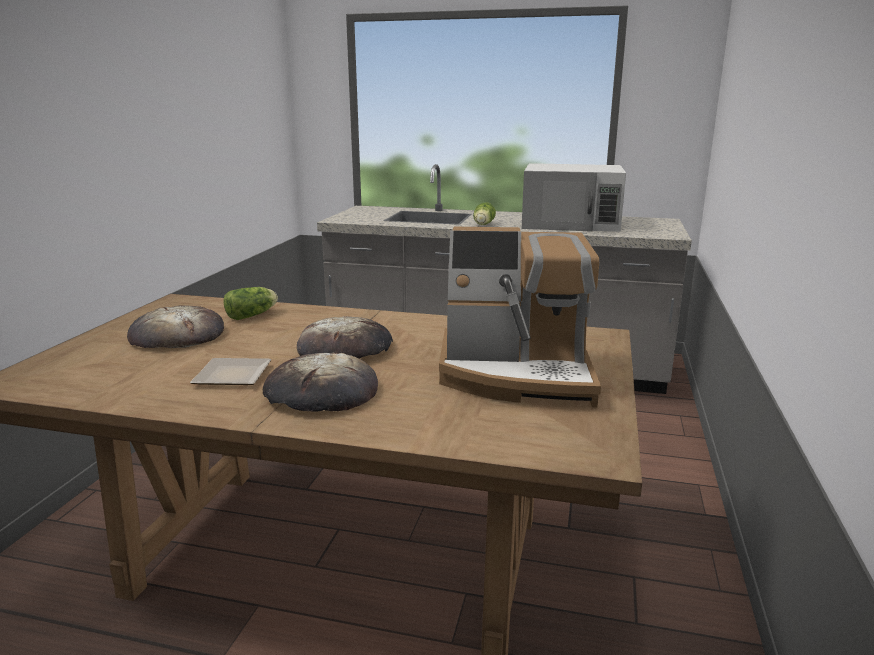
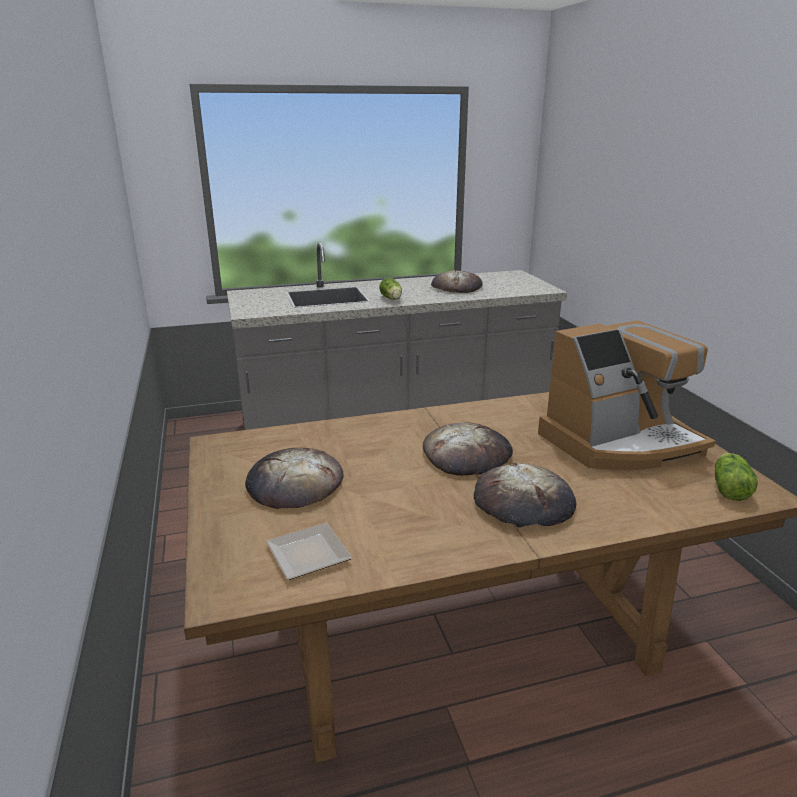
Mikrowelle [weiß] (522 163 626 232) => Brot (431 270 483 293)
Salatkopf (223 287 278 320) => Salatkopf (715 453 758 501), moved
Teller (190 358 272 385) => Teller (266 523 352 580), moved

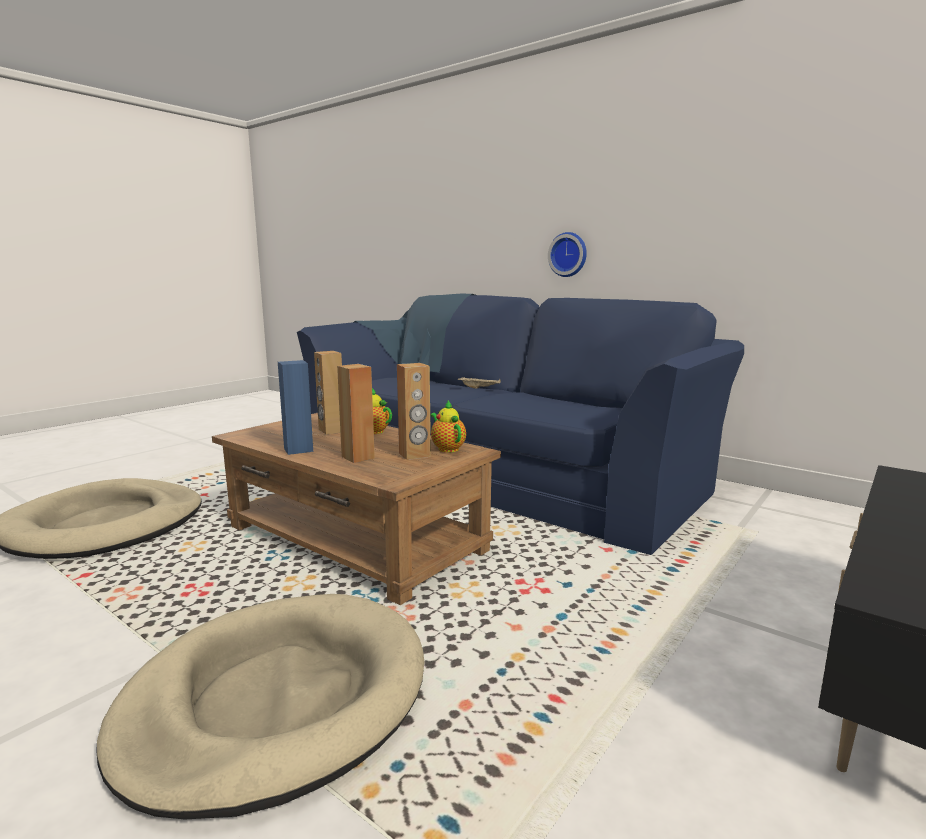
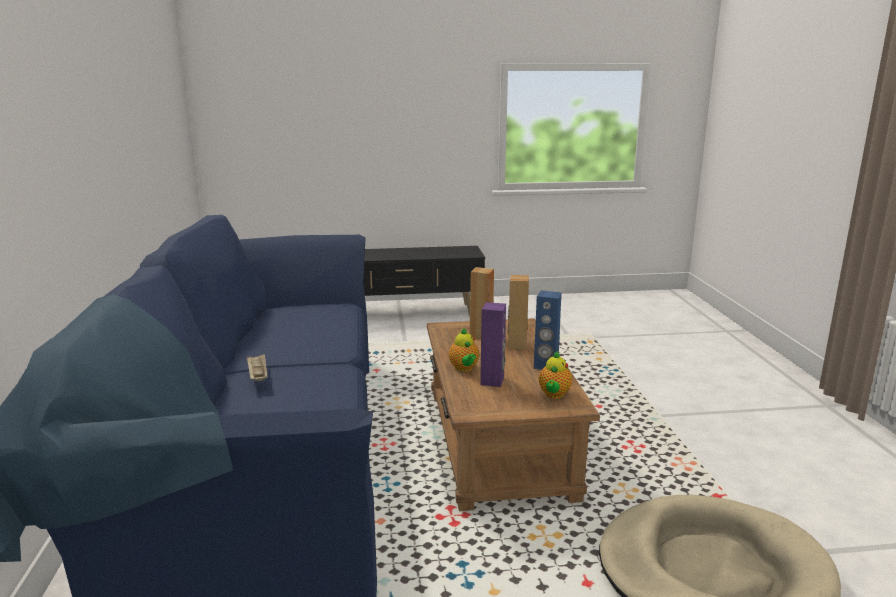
Wanduhr (548 232 587 277) => nothing
Lautsprecher [braun] (314 351 342 435) => Lautsprecher [lila] (480 302 506 387)
Teekanne (430 401 466 453) => Teekanne (539 351 572 399), moved
Hundebett [beige] (96 594 424 820) => nothing

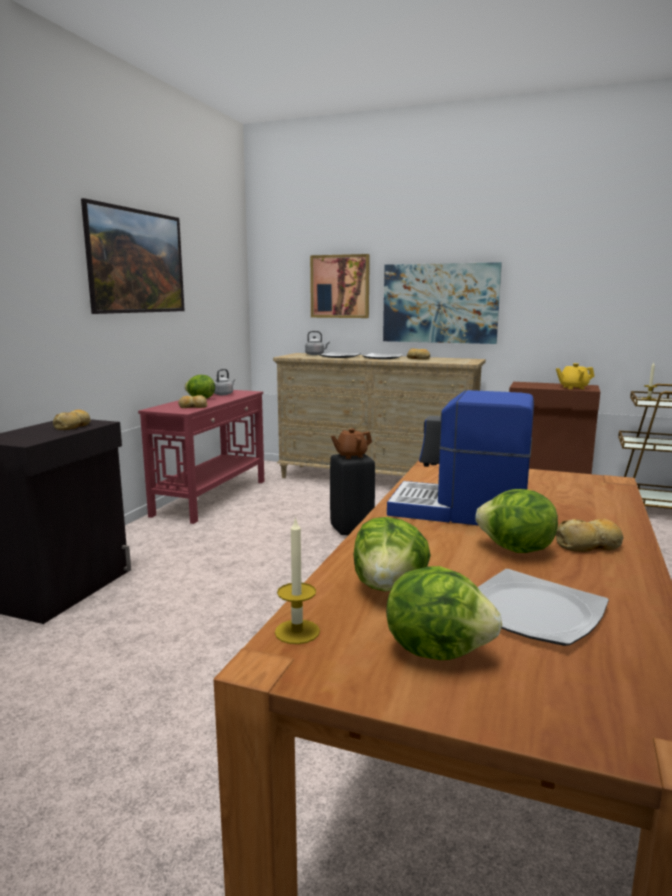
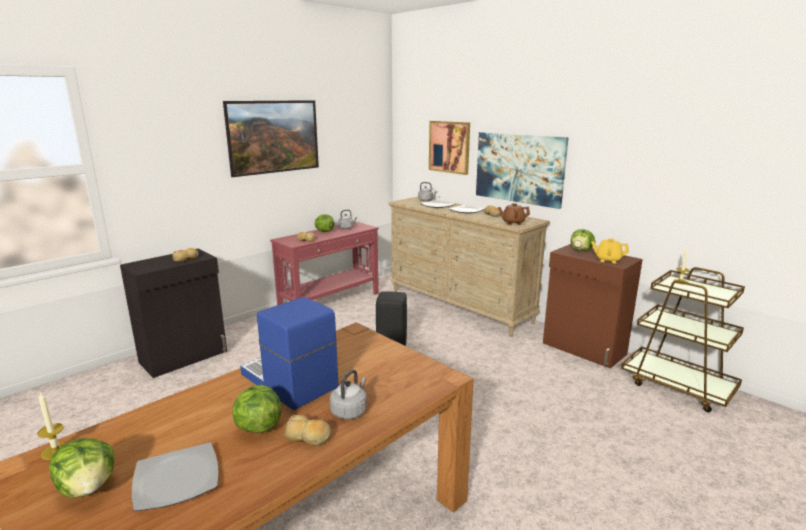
Teekanne [braun] (331 429 372 459) => Teekanne [braun] (498 203 530 225), moved
Salatkopf (353 517 431 591) => Salatkopf (571 229 595 251), moved
nothing => Wasserkessel [grau] (330 370 367 419)

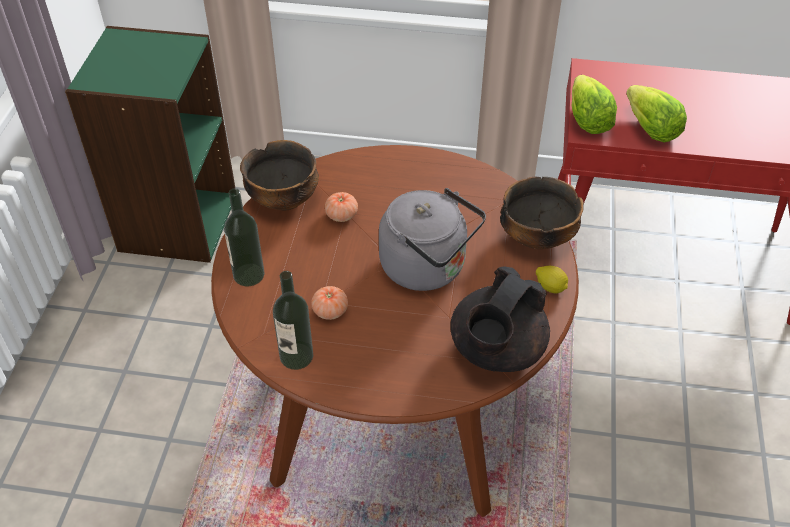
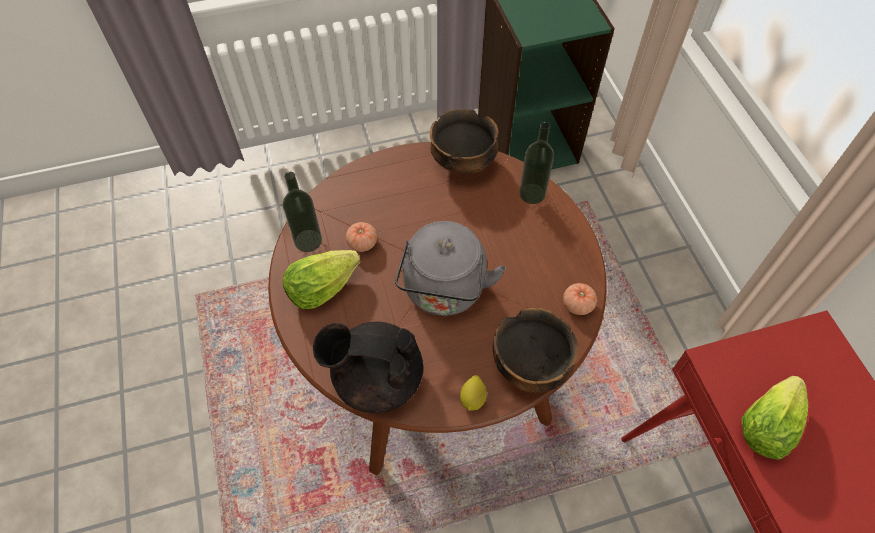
Salatkopf (572 75 617 134) => Salatkopf (283 250 361 309), moved
Flasche (224 188 265 287) => Flasche (519 122 554 204), moved
Tomate (325 192 358 222) => Tomate (563 283 597 315), moved

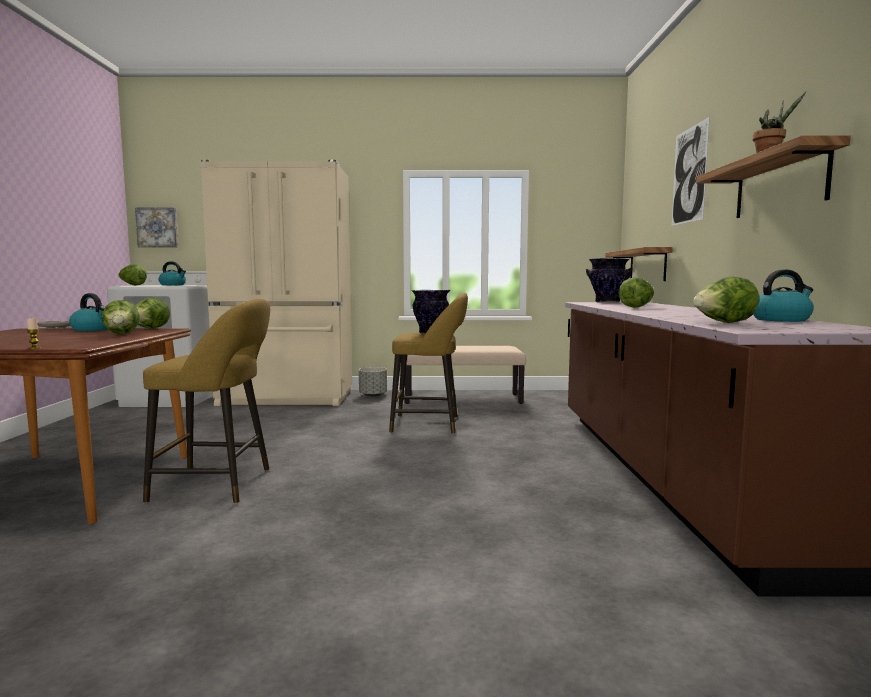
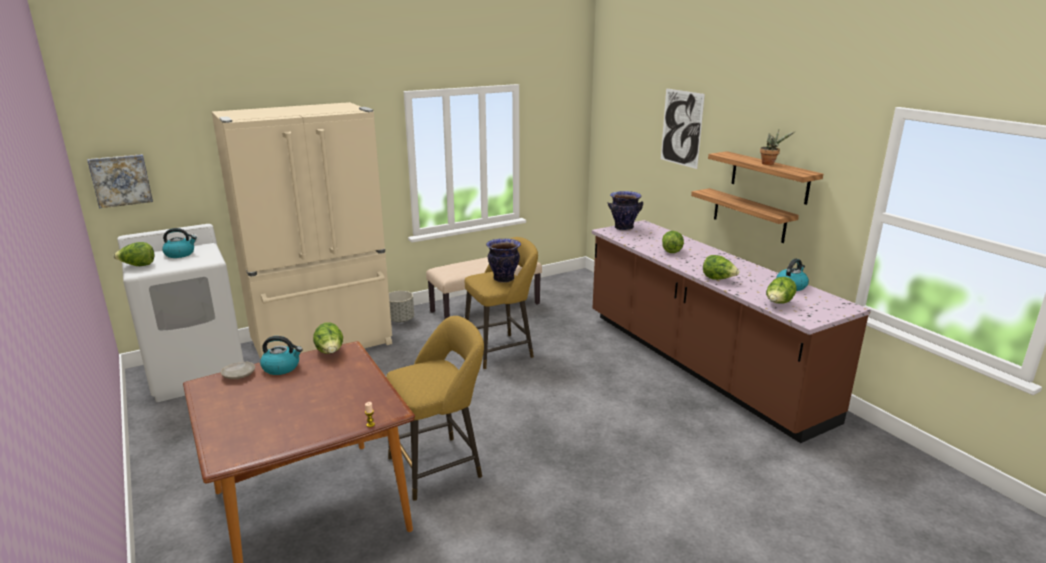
Wandregal (605 247 673 281) => Wandregal (691 188 799 243), moved
Salatkopf (102 300 140 334) => Salatkopf (703 255 740 280), moved

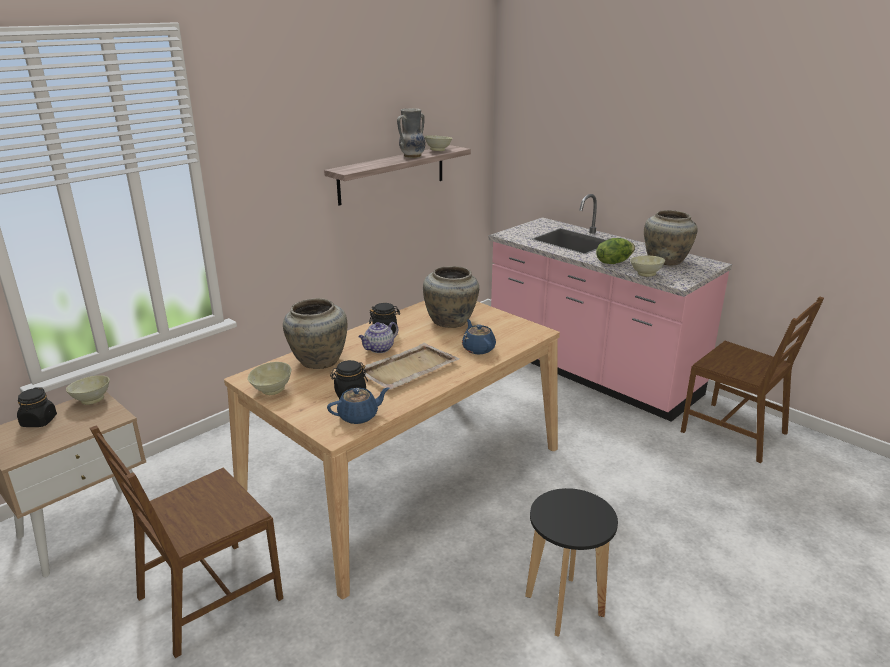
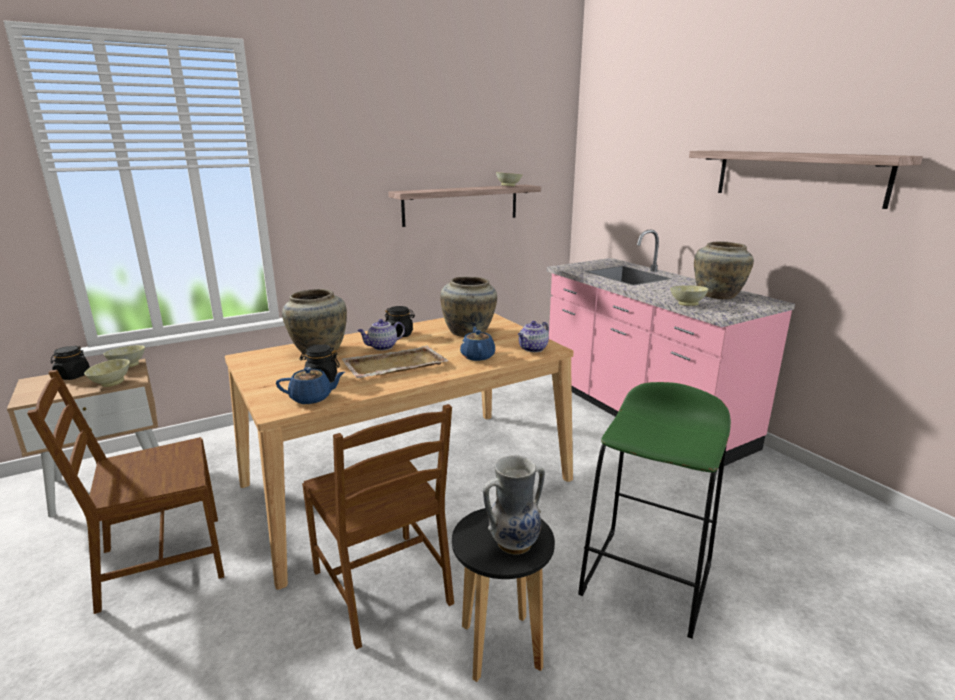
Vase (397 108 426 158) => Vase (483 455 545 555), moved
Salatkopf (596 238 635 264) => nothing
Stuhl [braun] (681 297 824 463) => Stuhl [braun] (302 404 454 649), moved
Schüssel [beige] (248 362 291 395) => Schüssel [beige] (84 359 130 387), moved
nothing => Wandregal (689 151 923 209)
nothing => Teekanne (518 321 549 352)
nothing => Hocker [grün] (578 382 731 639)

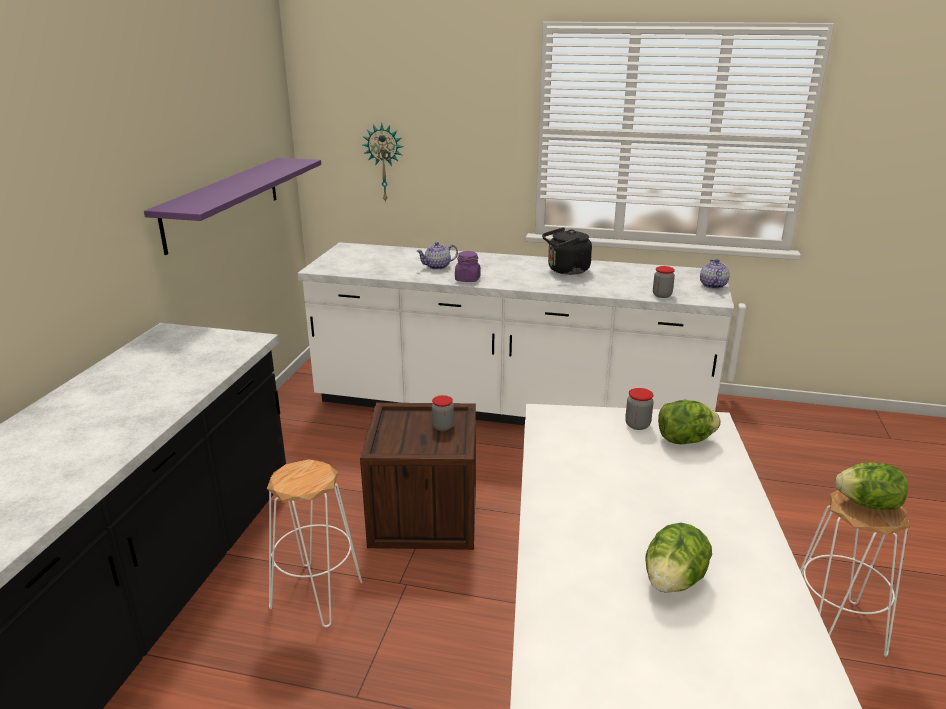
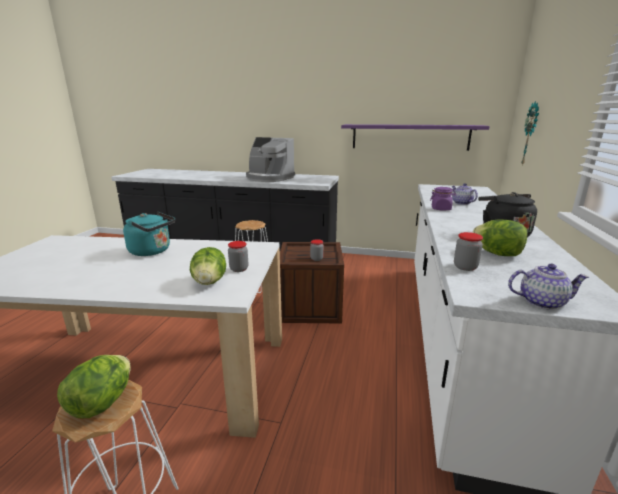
Salatkopf (645 523 712 593) => Salatkopf (472 219 527 256), moved
nothing => Kaffeemaschine (246 137 295 182)
nothing => Wasserkessel [türkis] (123 212 175 256)

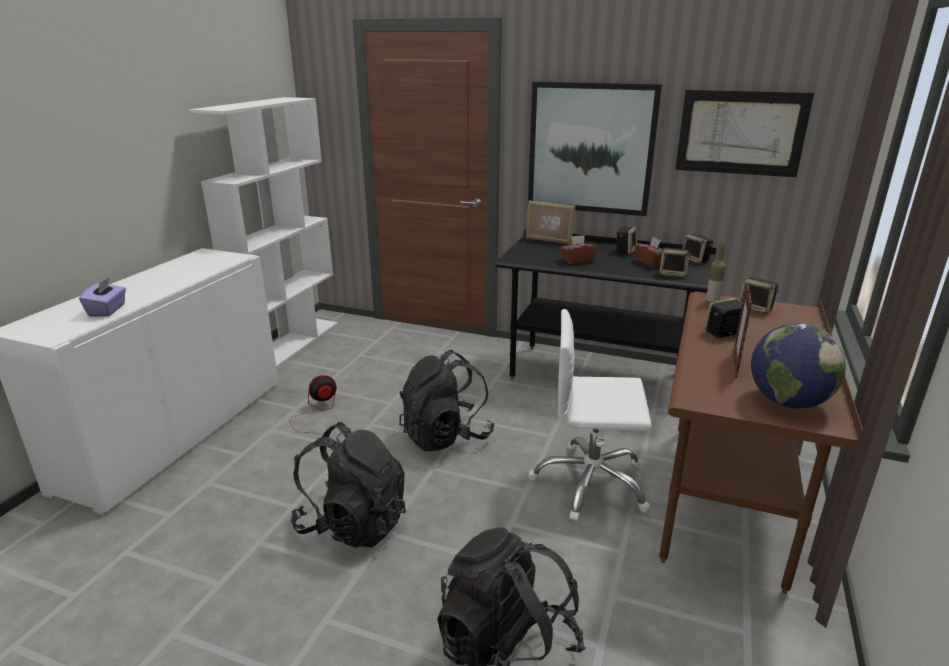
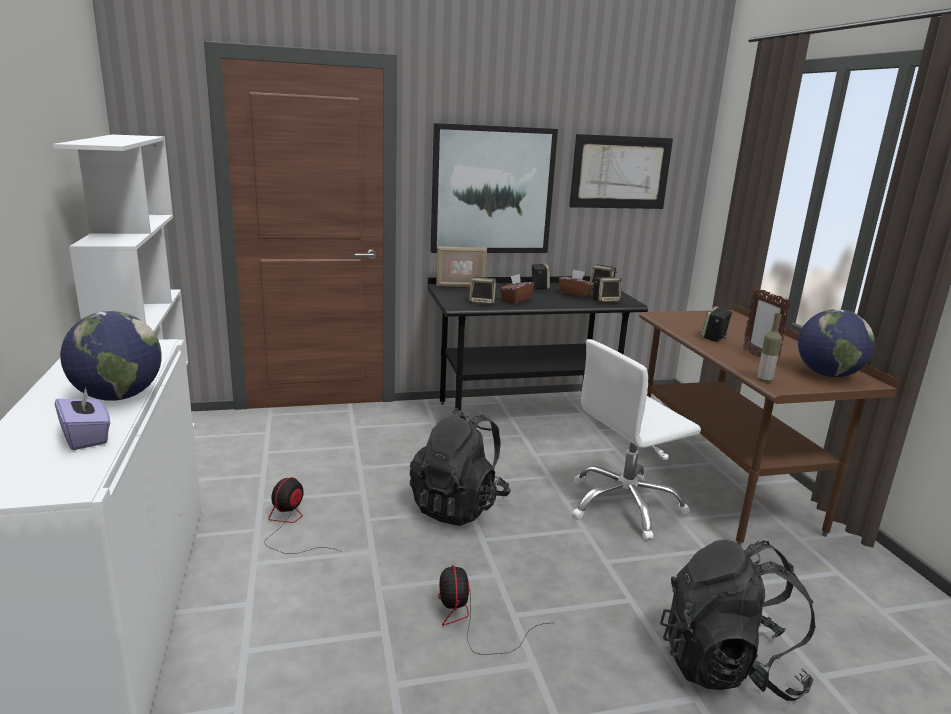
Flasche (706 244 726 303) => Flasche (757 313 782 382), moved
Lautsprecher (739 277 780 314) => Lautsprecher (469 277 498 305), moved
Rucksack [schwarz] (290 422 406 548) => Ventilator (438 565 549 655)
nothing => Globus (60 311 162 401)

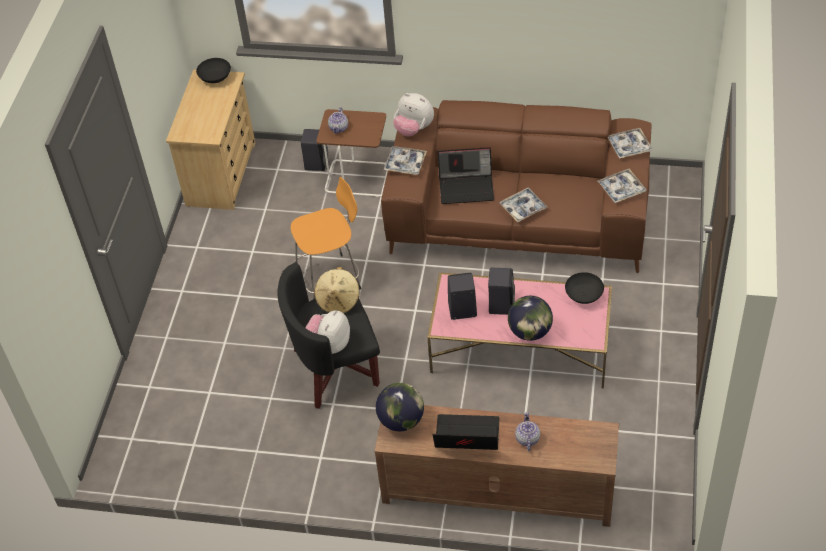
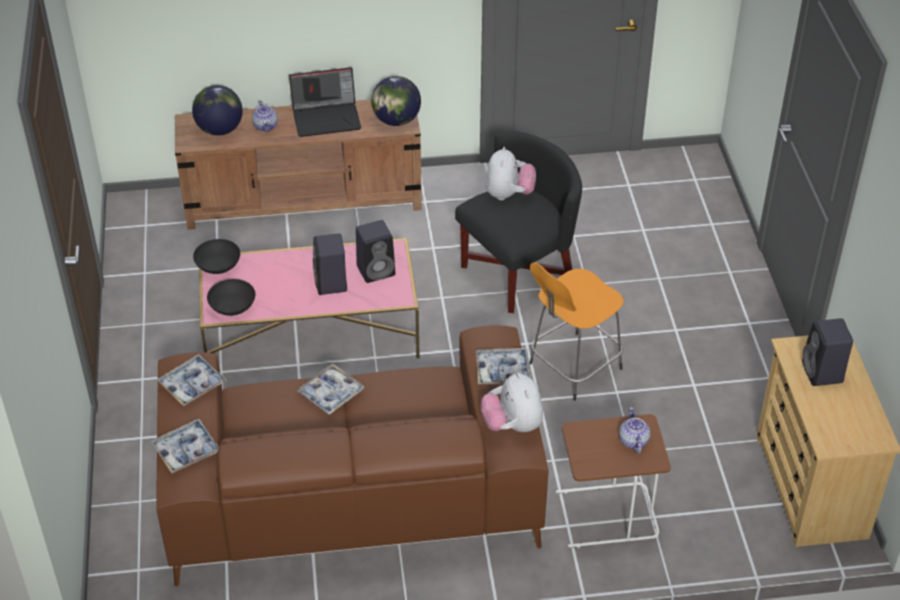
Schüssel [schwarz] (196 58 231 83) => Schüssel [schwarz] (193 239 240 274), moved
Plüschtier (393 93 434 137) => Plüschtier (480 372 543 432), 120 degrees counterclockwise
Lautsprecher [schwarz] (301 129 328 171) => Lautsprecher [schwarz] (802 318 853 386), moved
Laptop (438 147 494 204) => nothing
Hut [beige] (314 267 360 314) => nothing
Globus (508 296 553 341) => Globus (192 85 243 136), moved

